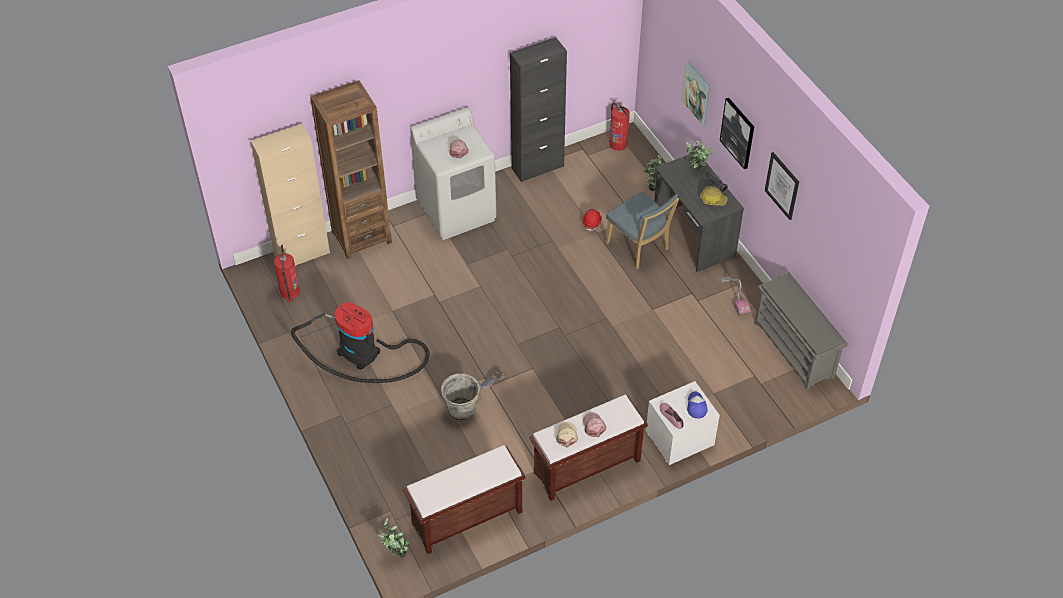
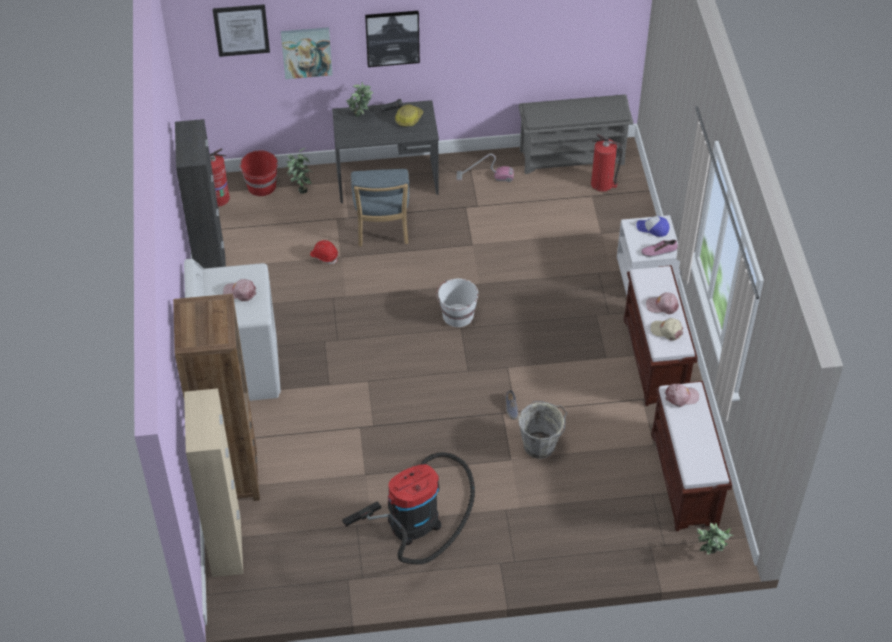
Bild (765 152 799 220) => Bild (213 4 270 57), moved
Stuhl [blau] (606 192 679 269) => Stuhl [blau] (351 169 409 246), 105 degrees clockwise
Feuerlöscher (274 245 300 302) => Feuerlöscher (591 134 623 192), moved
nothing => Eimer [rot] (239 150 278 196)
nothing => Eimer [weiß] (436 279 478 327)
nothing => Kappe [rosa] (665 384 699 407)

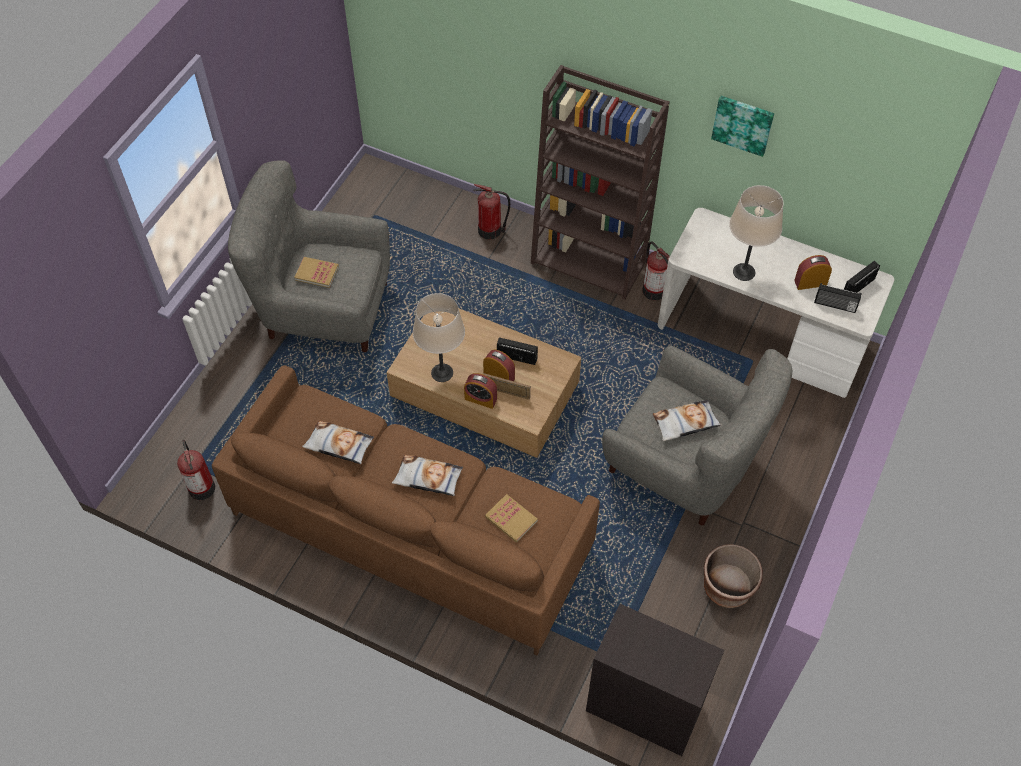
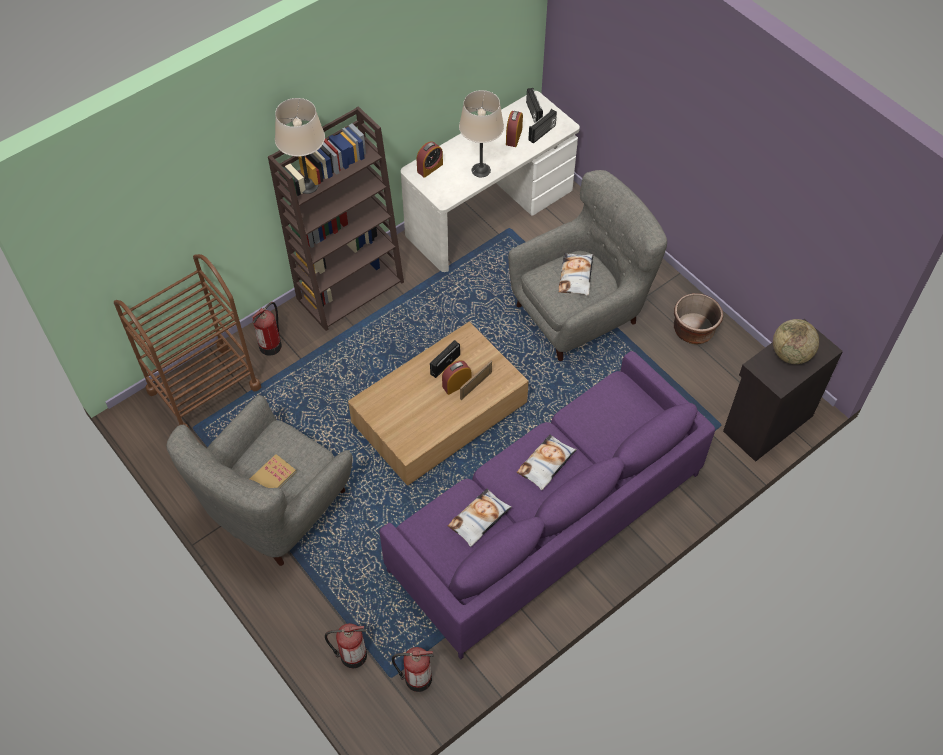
Bild (711 96 774 157) => nothing
Feuerlöscher (642 241 670 300) => Feuerlöscher (325 623 367 668), moved
Tischlampe [beige] (413 293 465 382) => Tischlampe [beige] (275 98 325 194), moved
Sofa [braun] (212 365 600 656) => Sofa [lila] (380 351 715 660)
Wecker (464 373 497 409) => Wecker (417 142 443 178), moved
Buch (485 494 538 543) => nothing
nothing => Rollwagen [braun] (114 254 261 428)
nothing => Globus (773 319 819 364)

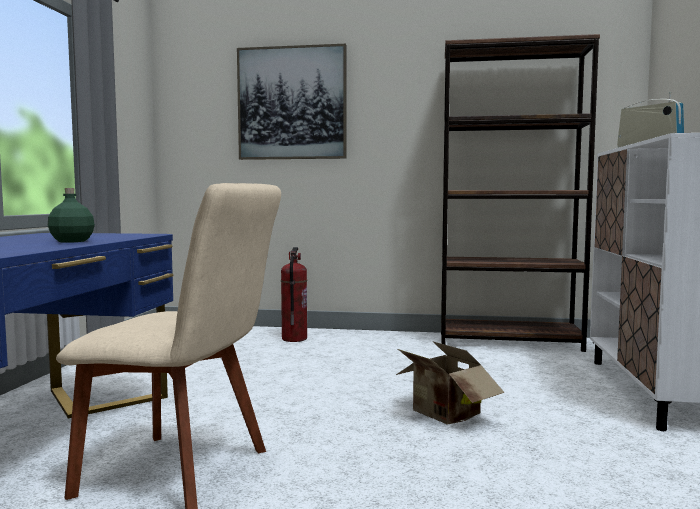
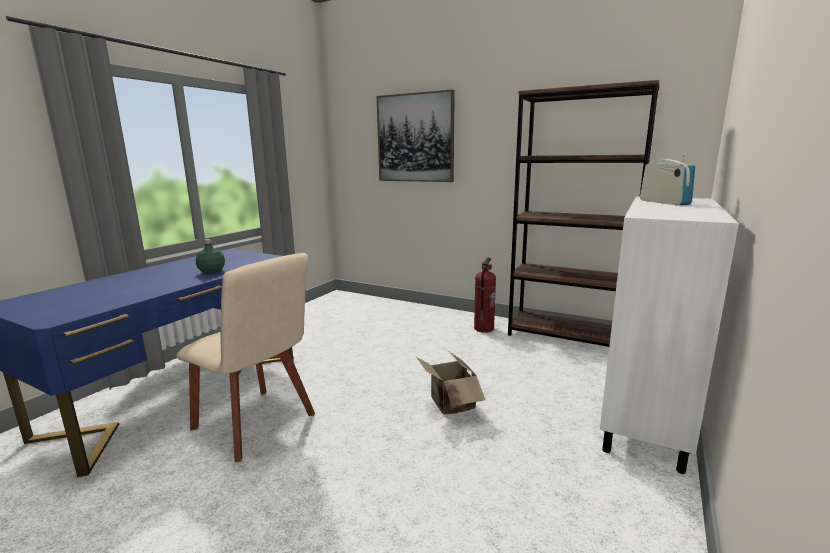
Feuerlöscher (281 247 307 342) => Feuerlöscher (474 258 496 333), moved

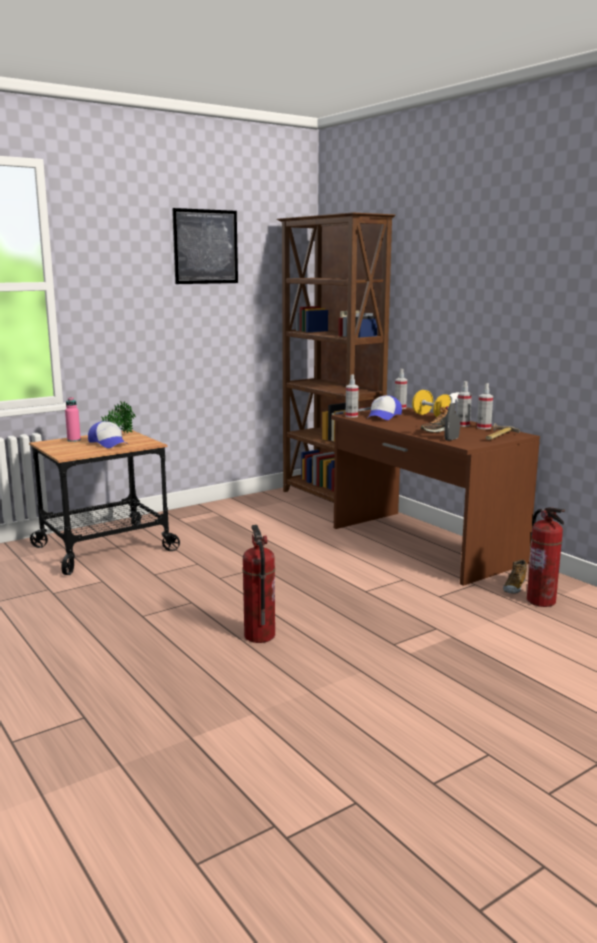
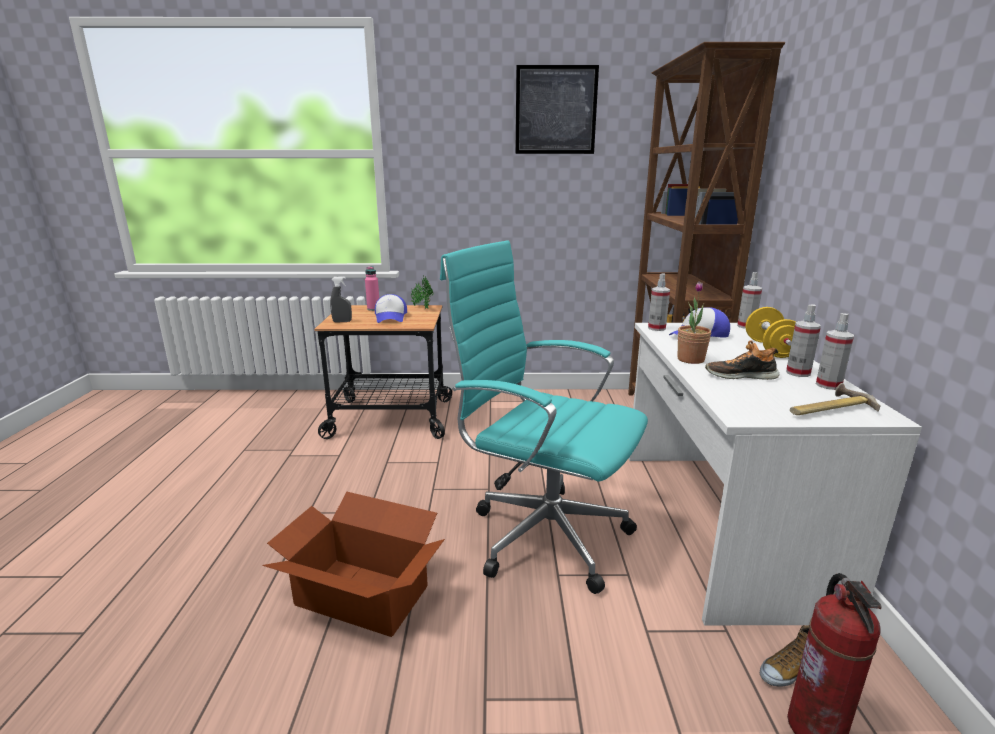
Sprühflasche [grau] (444 392 460 441) => Sprühflasche [grau] (330 276 352 322), moved
Schreibtisch [braun] (331 407 540 586) => Schreibtisch [weiß] (629 323 922 625)
Feuerlöscher (242 525 275 643) => Karton (262 492 445 637)
nothing => Bürostuhl [türkis] (440 240 648 594)
nothing => Topfpflanze (677 282 711 364)

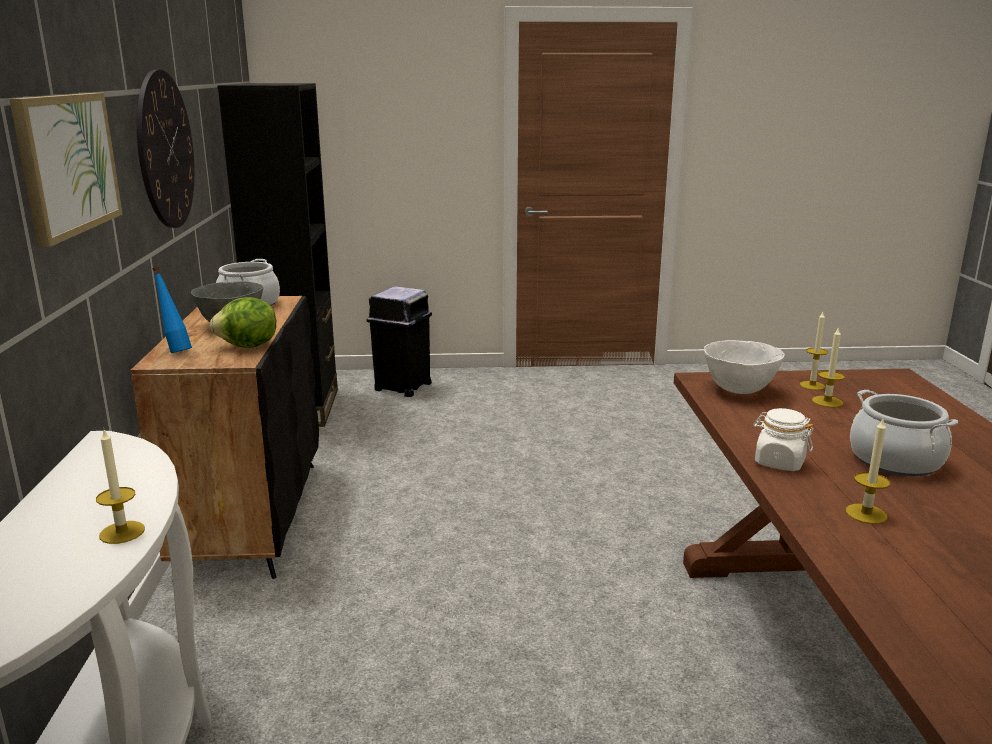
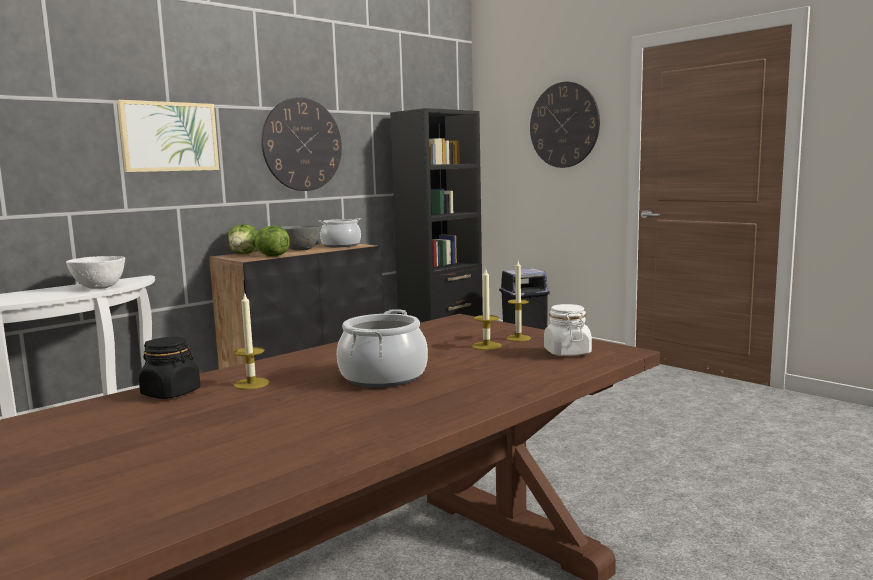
Flasche [blau] (152 267 192 353) => Salatkopf (228 224 258 254)
Schüssel [weiß] (704 340 785 394) => Schüssel [weiß] (66 256 125 289), moved
Vorratsglas [weiß] (753 408 813 471) => Vorratsglas [weiß] (544 304 592 356), moved
Kerze (96 430 145 544) => nothing
nothing => Wanduhr (530 82 600 168)
nothing => Vorratsglas [schwarz] (139 337 200 399)

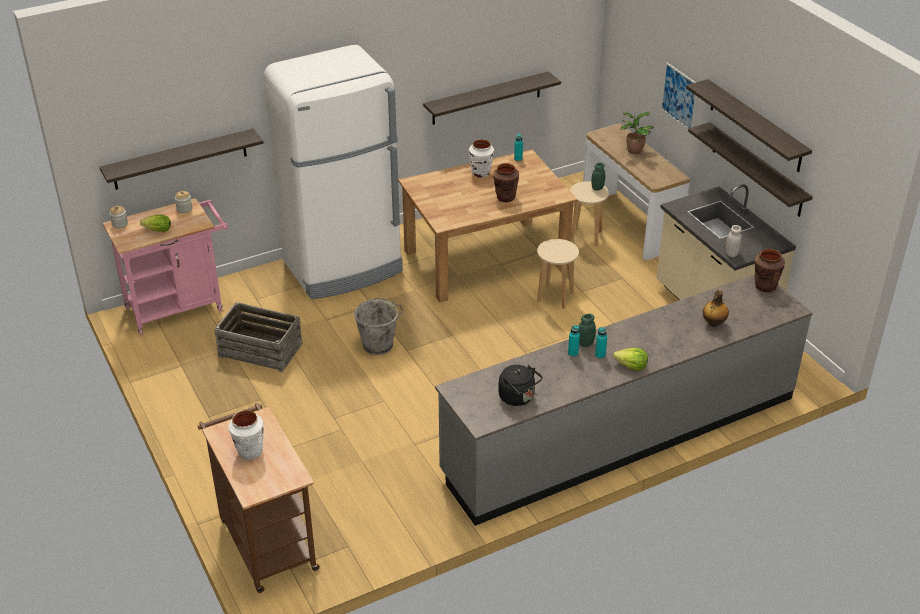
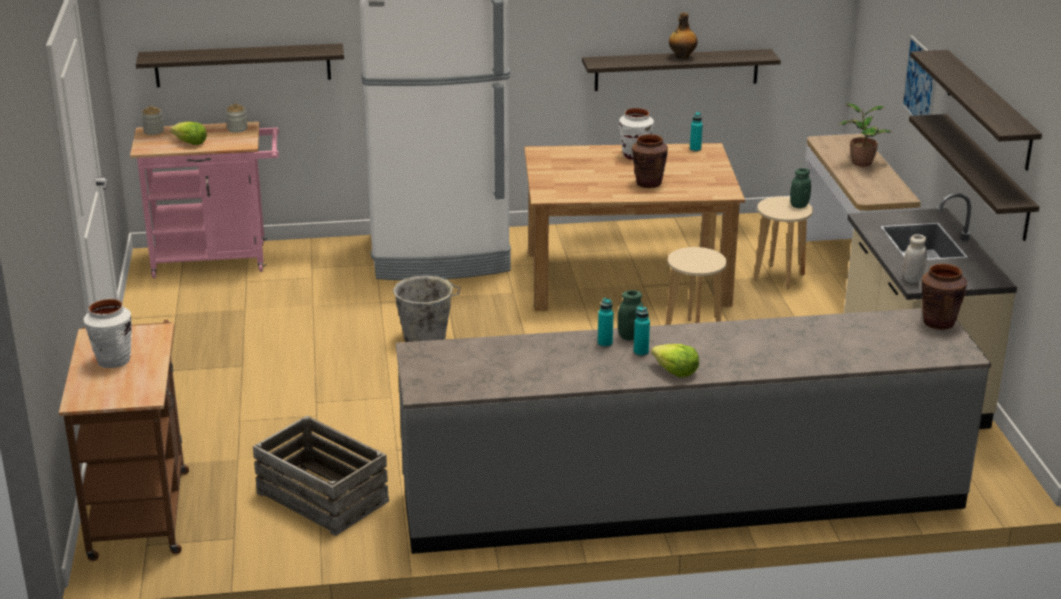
Flasche (703 290 729 327) => Flasche (669 13 698 59), moved
Kiste (214 302 303 372) => Kiste (253 415 389 536), moved
Wasserkessel [schwarz] (498 365 542 406) => nothing

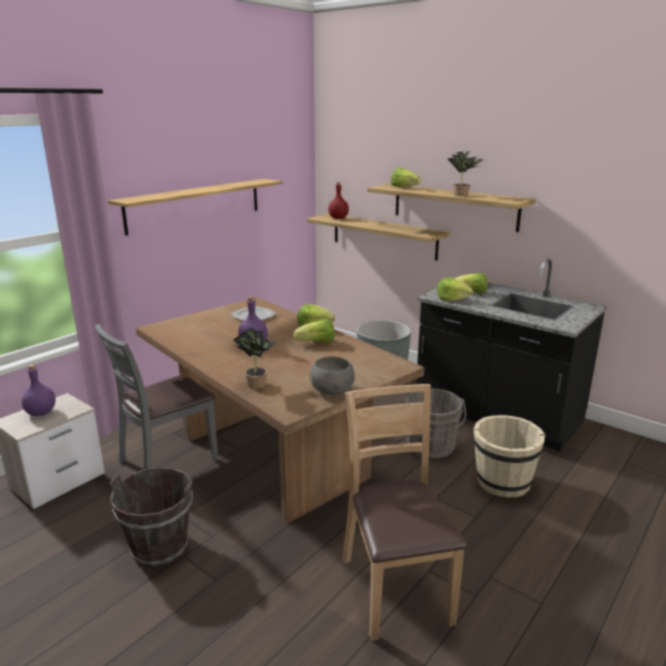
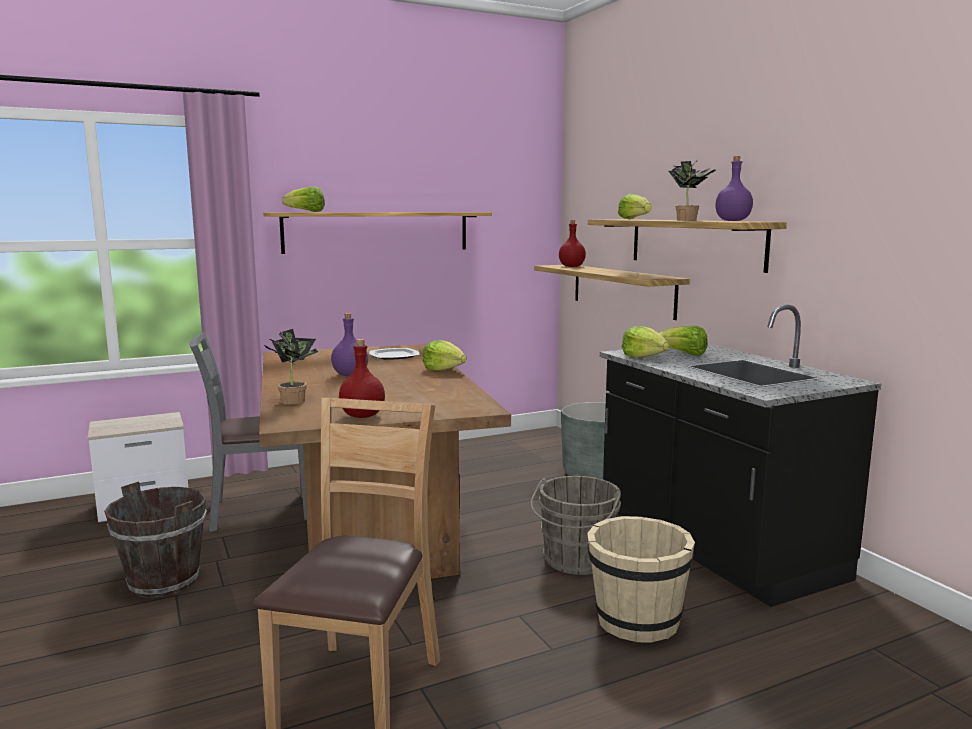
Salatkopf (294 319 335 343) => Salatkopf (282 186 325 212), moved
Schüssel [grau] (309 356 355 395) => Flasche [rot] (339 339 385 418)
Flasche [lila] (22 365 56 416) => Flasche [lila] (715 156 753 221), moved

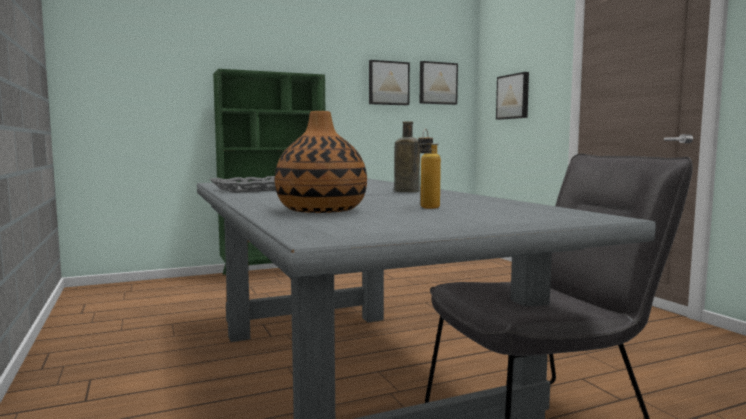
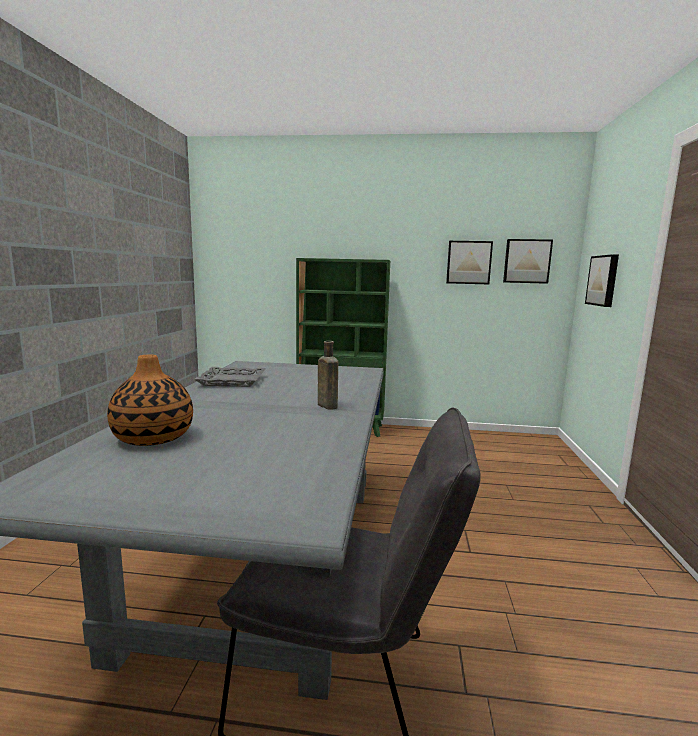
Flasche (418 129 441 209) => nothing

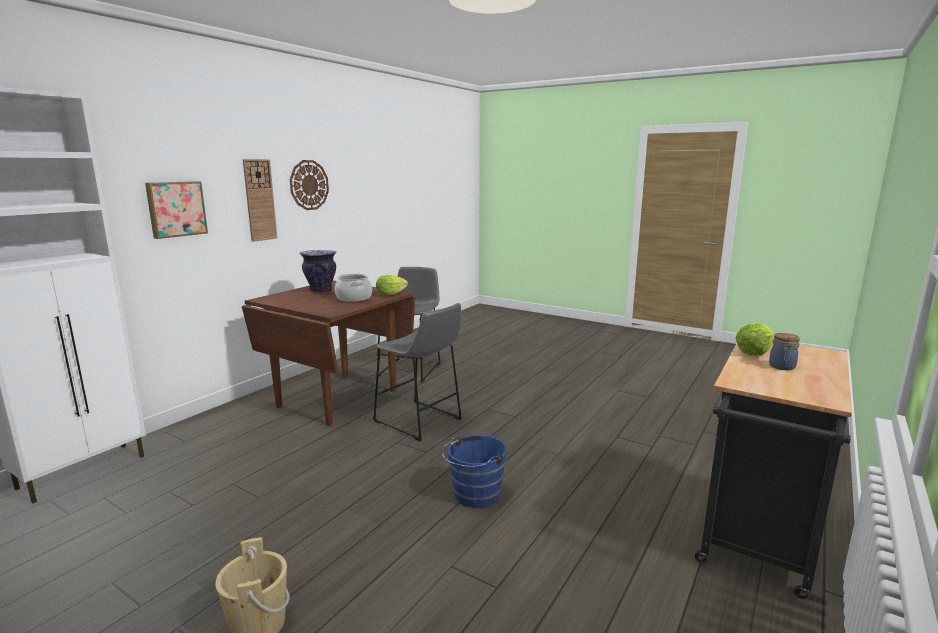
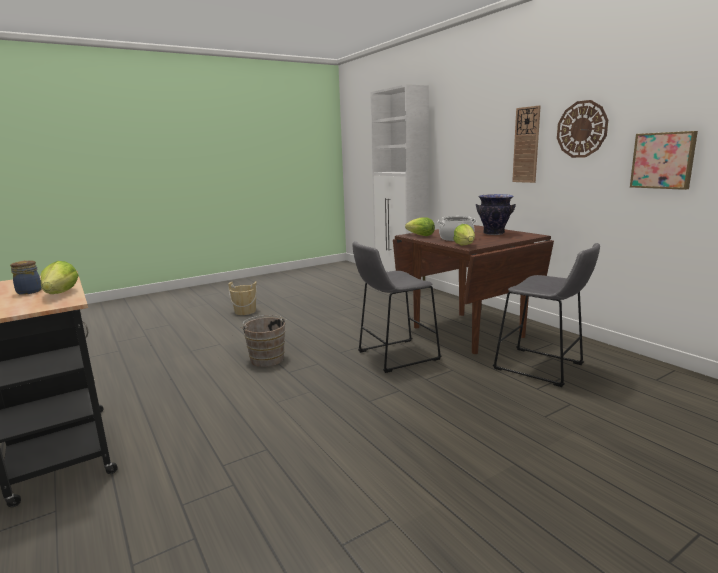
Bild (145 181 208 239) => Bild (630 131 698 190), moved
Eimer [blau] (442 435 507 508) => Eimer [braun] (241 315 287 367)
nothing => Salatkopf (405 217 435 236)

